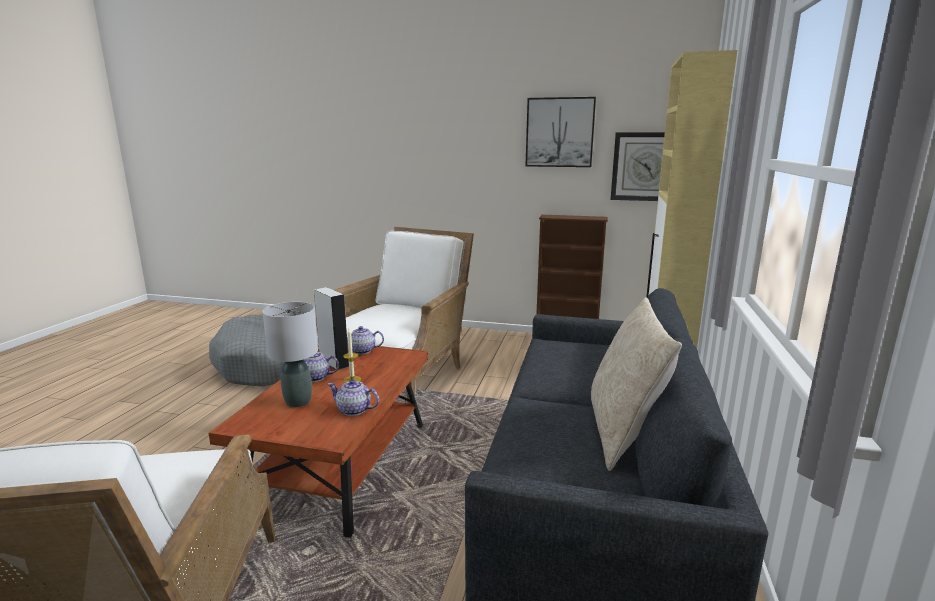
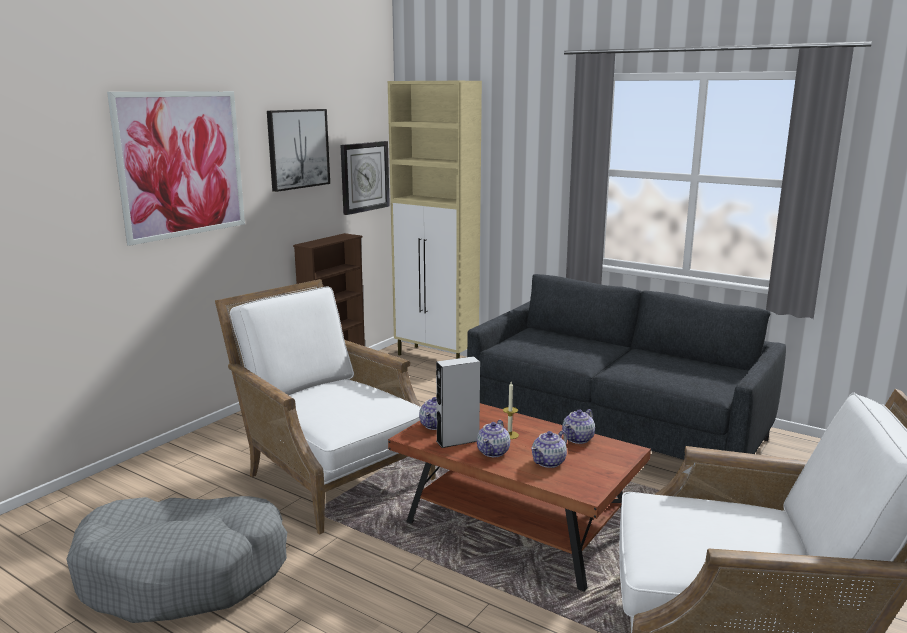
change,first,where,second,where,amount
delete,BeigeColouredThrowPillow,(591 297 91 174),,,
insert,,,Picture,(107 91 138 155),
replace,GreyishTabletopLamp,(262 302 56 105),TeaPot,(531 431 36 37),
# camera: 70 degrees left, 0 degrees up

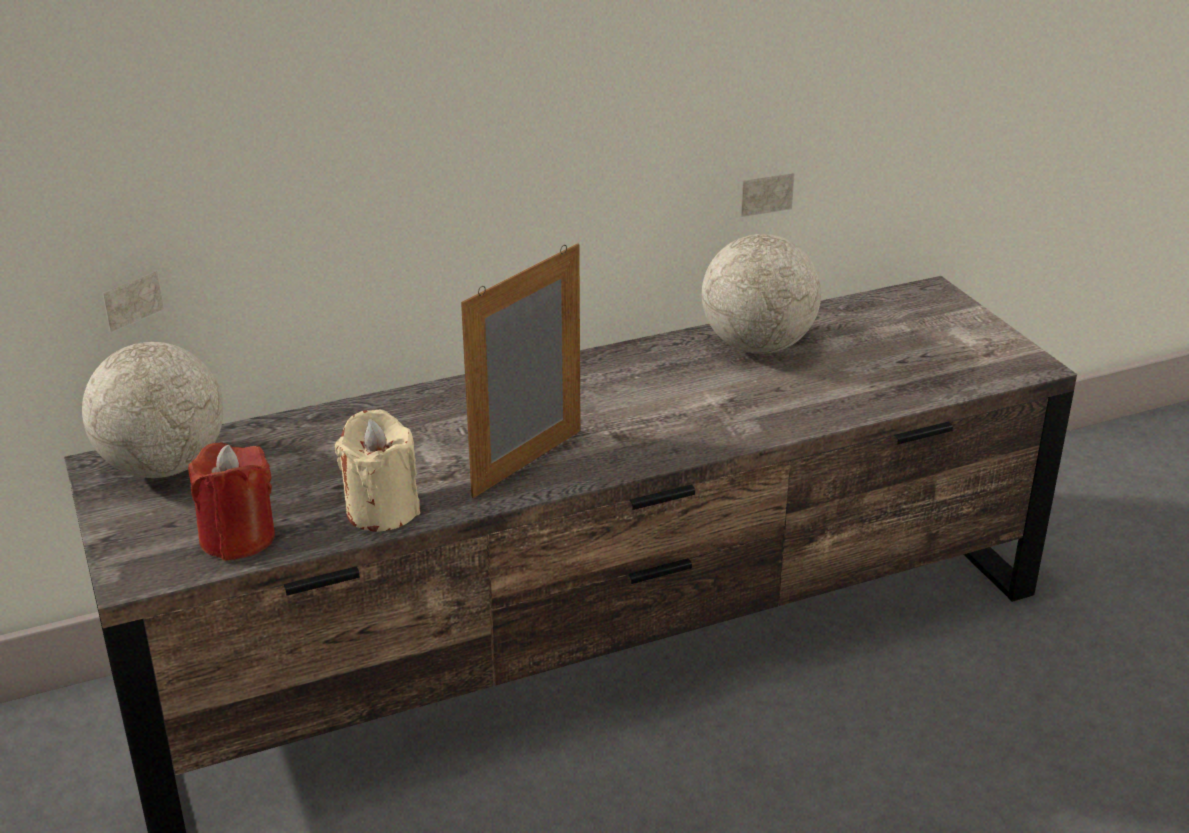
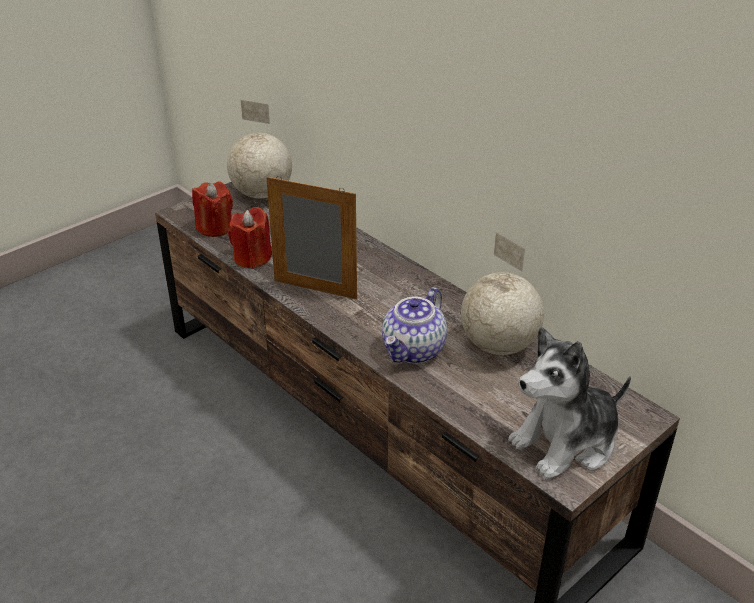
change,first,where,second,where,amount
insert,,,TeaPot,(382 287 65 77),
insert,,,PlushToy,(508 327 123 153),
recolor,BeigeColouredWaxLight,(335 409 85 123),RedColouredWaxLight,(228 207 44 62),
# camera: 70 degrees right, 5 degrees up

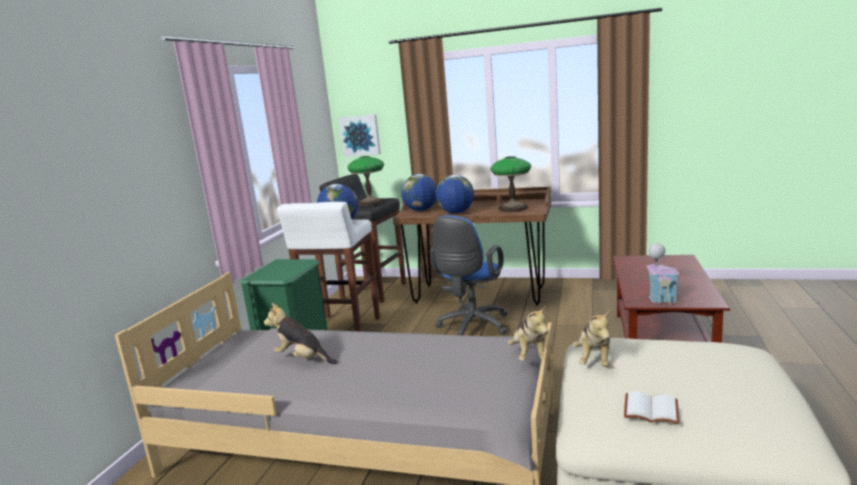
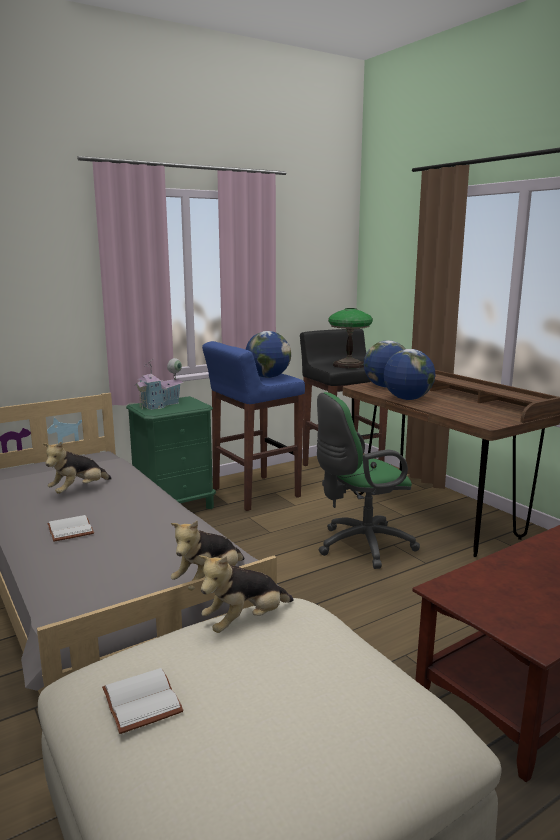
change,first,where,second,where,amount
delete,Picture,(338 115 43 42),,,
delete,TabletopLamp,(491 156 40 56),,,
insert,,,WhiteColouredBoundBook,(47 515 47 27),
move,ToyHouse,(647 243 32 62),,(134 358 50 52),
recolor,WhiteColouredSittingStool,(277 202 103 129),BlueColouredSittingStool,(202 341 103 170),
recolor,BlueColouredComputerChair,(429 215 78 120),GreenishComputerChair,(317 392 103 177),
rotate,PlushToy,(264 303 73 61),,(43 442 69 51),120 degrees counterclockwise
# camera: 40 degrees right, 0 degrees up

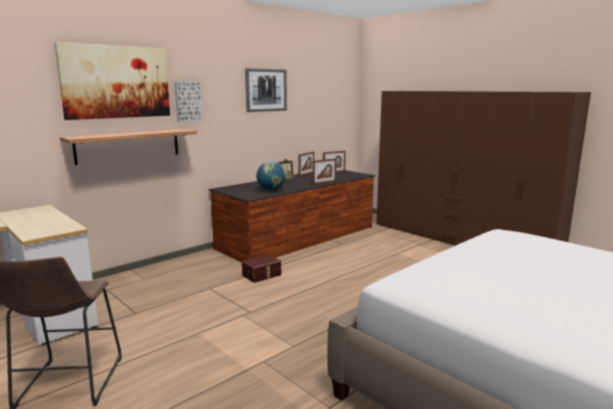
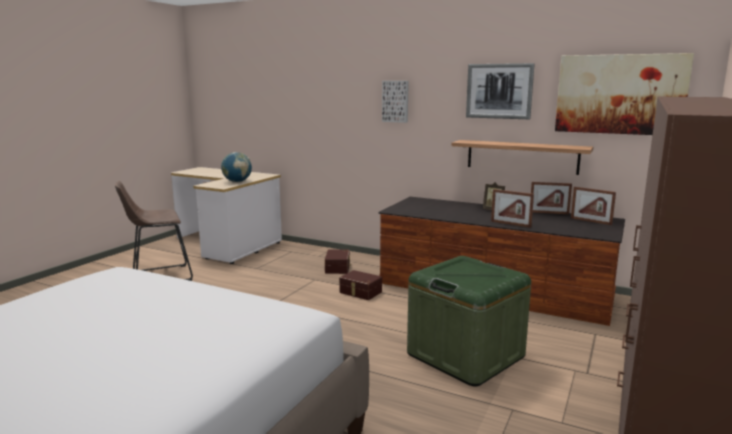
change,first,where,second,where,amount
insert,,,BrownColouredStorageContainer,(325 249 26 25),
insert,,,GreenishStorageContainer,(407 256 124 131),
move,Picture,(54 42 116 78),,(555 53 139 82),
move,WallShelf,(60 129 137 36),,(452 140 141 35),
move,Globe,(256 161 29 30),,(221 152 31 30),
# camera: 70 degrees right, 0 degrees up

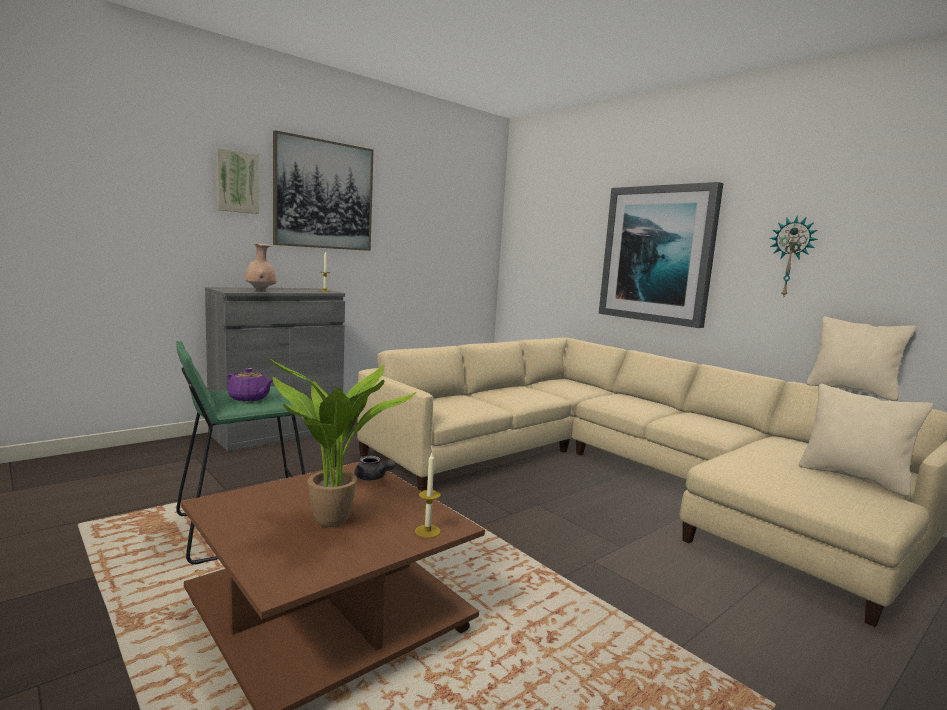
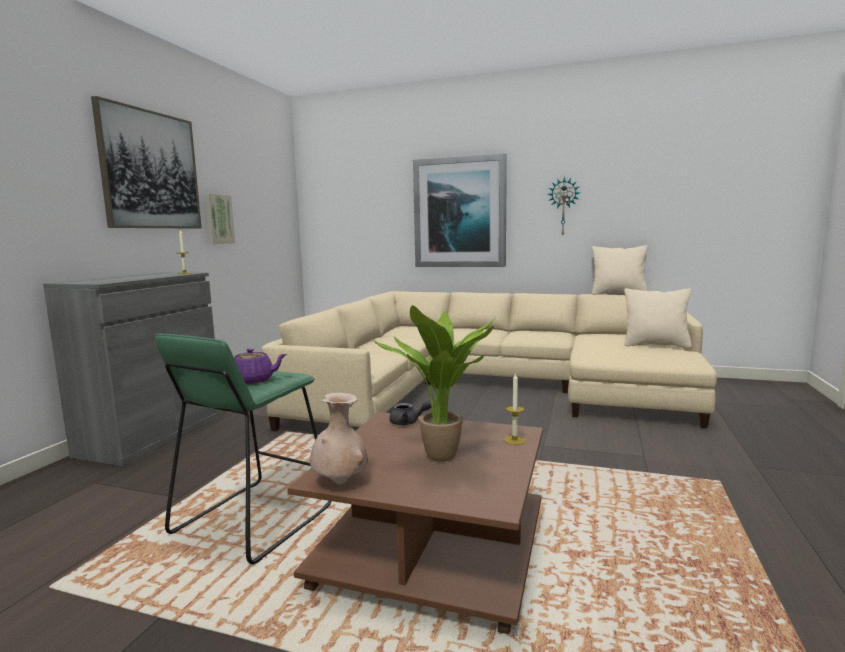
change,first,where,second,where,amount
move,Picture,(216 148 43 66),,(204 193 31 51),
move,BeigeColouredVase,(244 243 33 49),,(310 393 58 91),
# camera: 30 degrees left, 0 degrees up

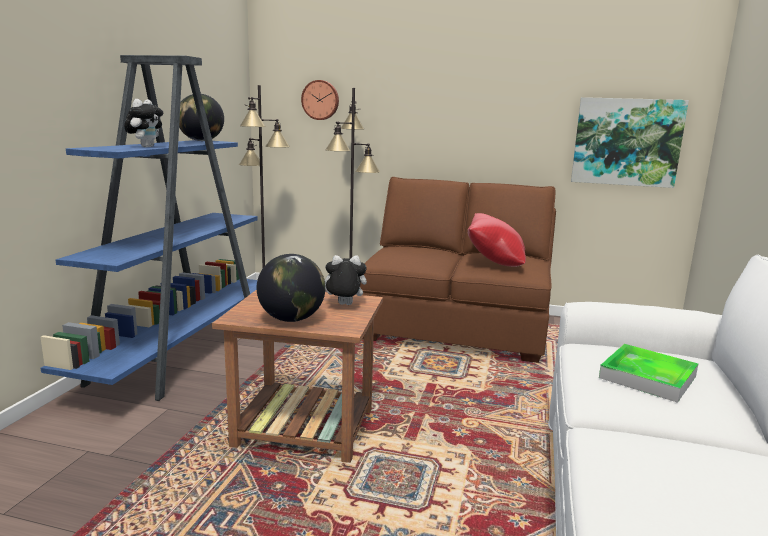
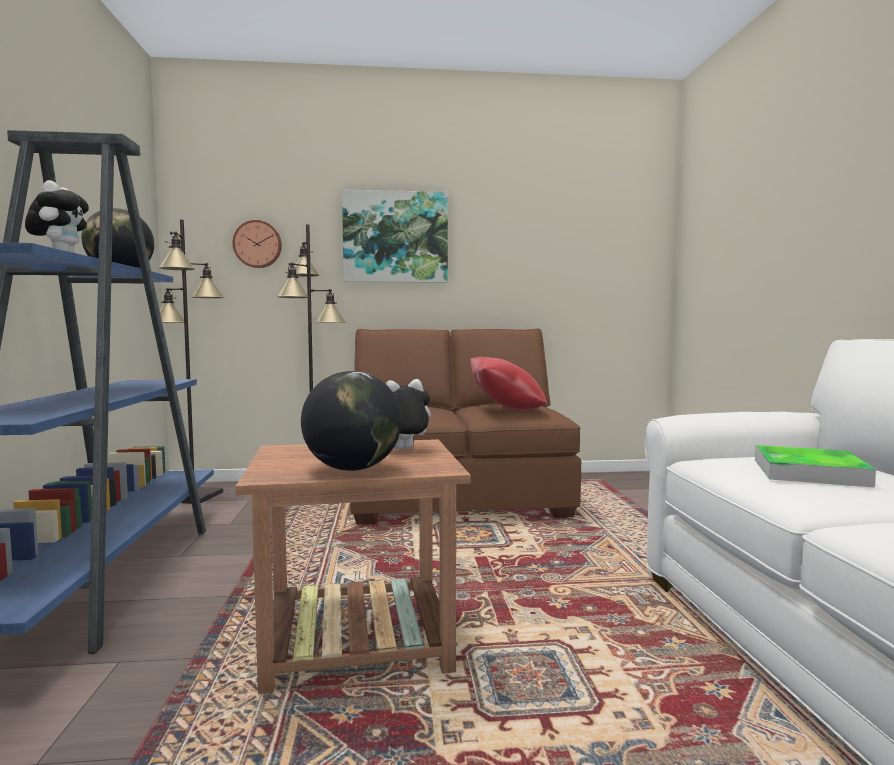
change,first,where,second,where,amount
move,Picture,(571 97 118 91),,(342 189 106 94),
# camera: 20 degrees left, 10 degrees down

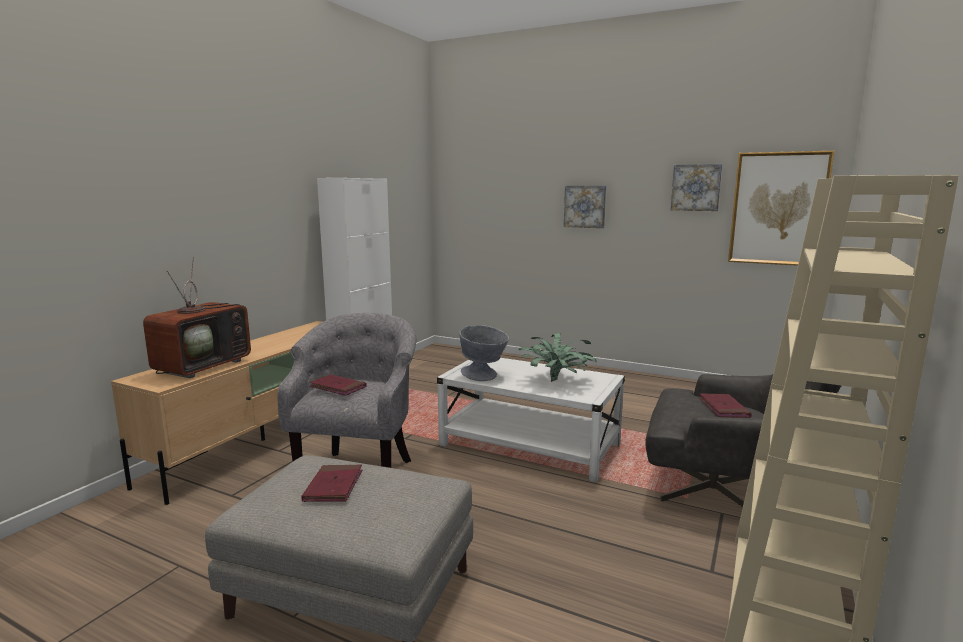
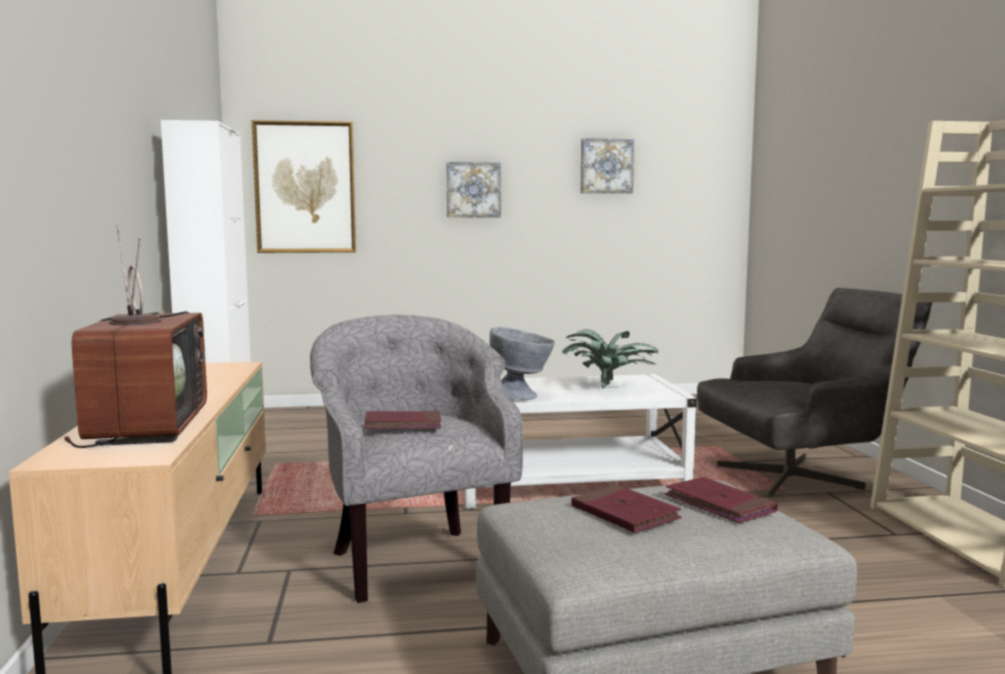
change,first,where,second,where,amount
move,RedColouredBoundBook,(699 393 53 25),,(665 477 113 46),
move,Picture,(728 151 106 115),,(252 120 104 133),
# camera: 35 degrees left, 5 degrees down

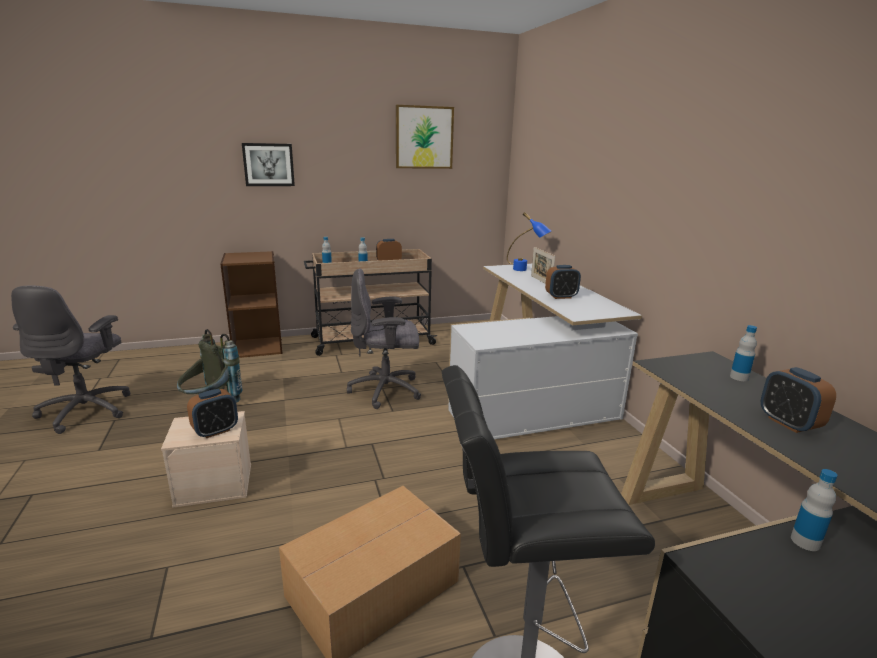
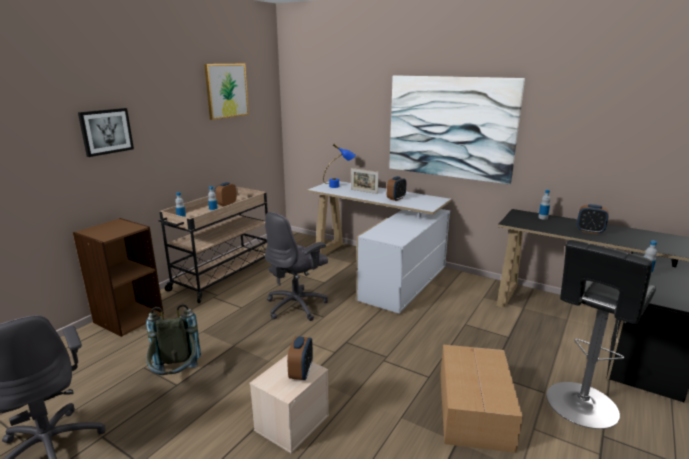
change,first,where,second,where,amount
insert,,,Picture,(389 75 136 110),
# camera: 40 degrees left, 0 degrees up

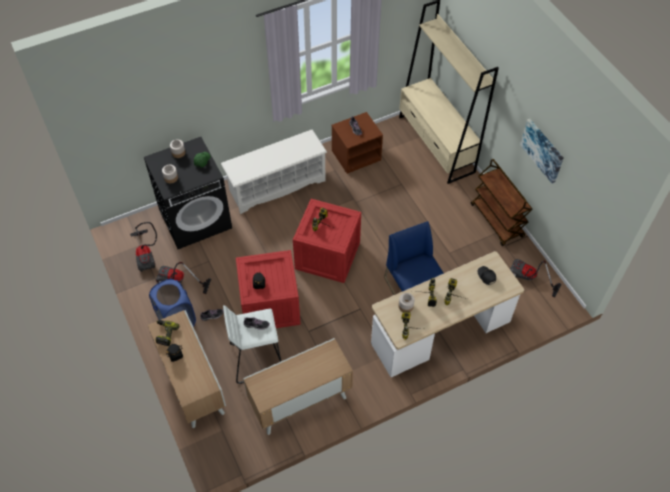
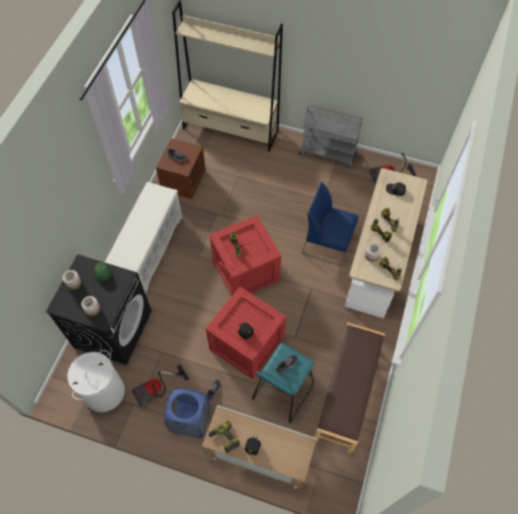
change,first,where,second,where,amount
delete,Picture,(520 119 44 65),,,
replace,Hoover,(130 222 27 50),WhiteColouredLaundryBasket,(67 350 58 62),
replace,Cupboard,(243 338 110 97),BrownColouredBench,(314 323 71 131),
recolor,WhiteColouredSittingStool,(223 305 58 79),TurquoiseSittingStool,(252 343 62 80),
recolor,BrownColouredWheeledCart,(471 159 62 87),GreyishWheeledCart,(299 105 63 62),
# camera: 45 degrees left, 5 degrees up

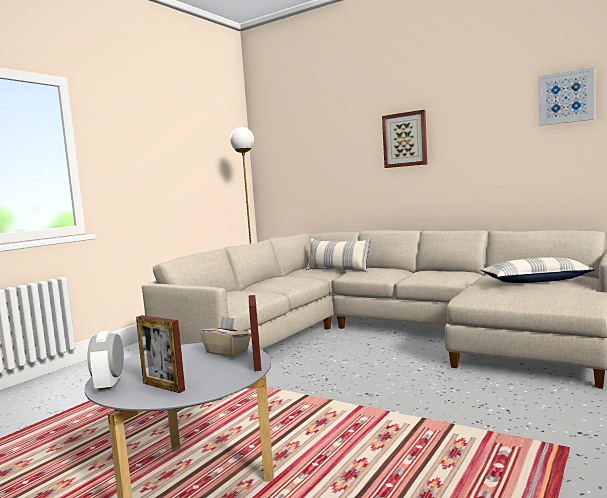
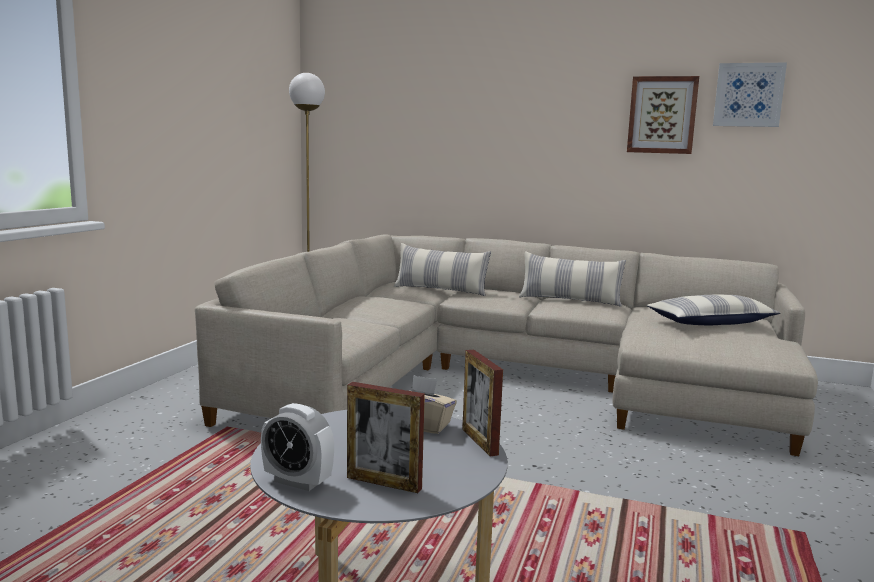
change,first,where,second,where,amount
insert,,,ThrowPillow,(519 251 107 56),
move,Picture,(382 110 45 58),,(627 76 72 78),
rotate,BedsideClock,(88 331 36 61),,(261 403 73 88),45 degrees counterclockwise
# camera: 15 degrees left, 5 degrees up

